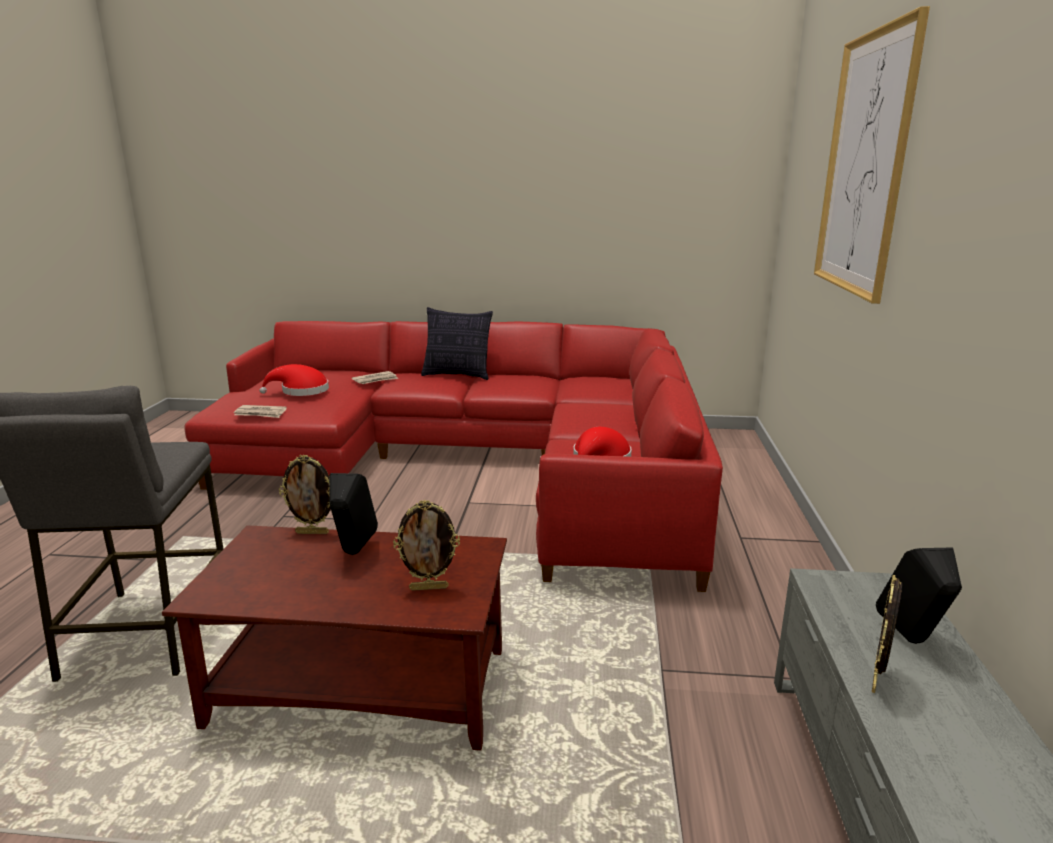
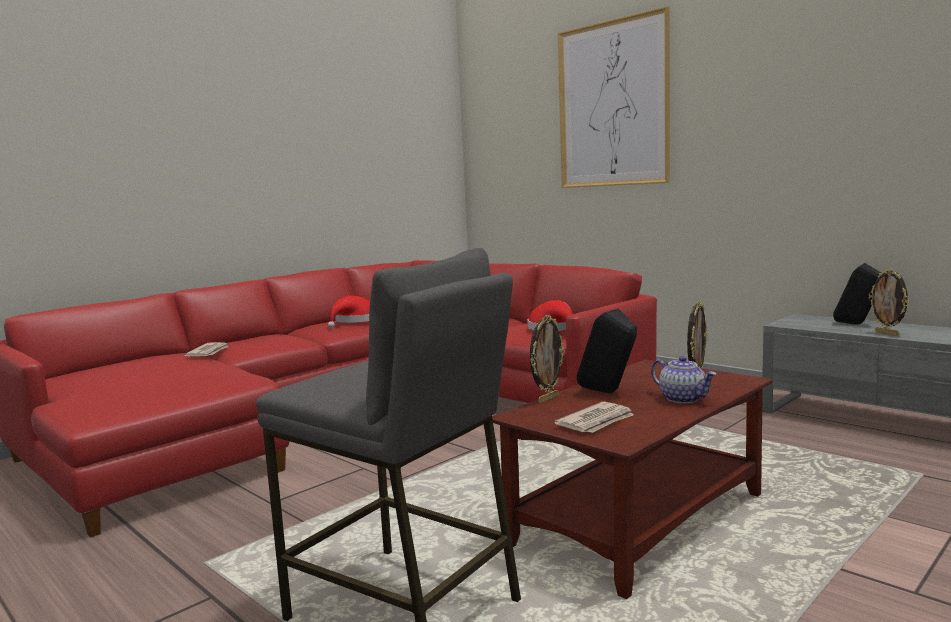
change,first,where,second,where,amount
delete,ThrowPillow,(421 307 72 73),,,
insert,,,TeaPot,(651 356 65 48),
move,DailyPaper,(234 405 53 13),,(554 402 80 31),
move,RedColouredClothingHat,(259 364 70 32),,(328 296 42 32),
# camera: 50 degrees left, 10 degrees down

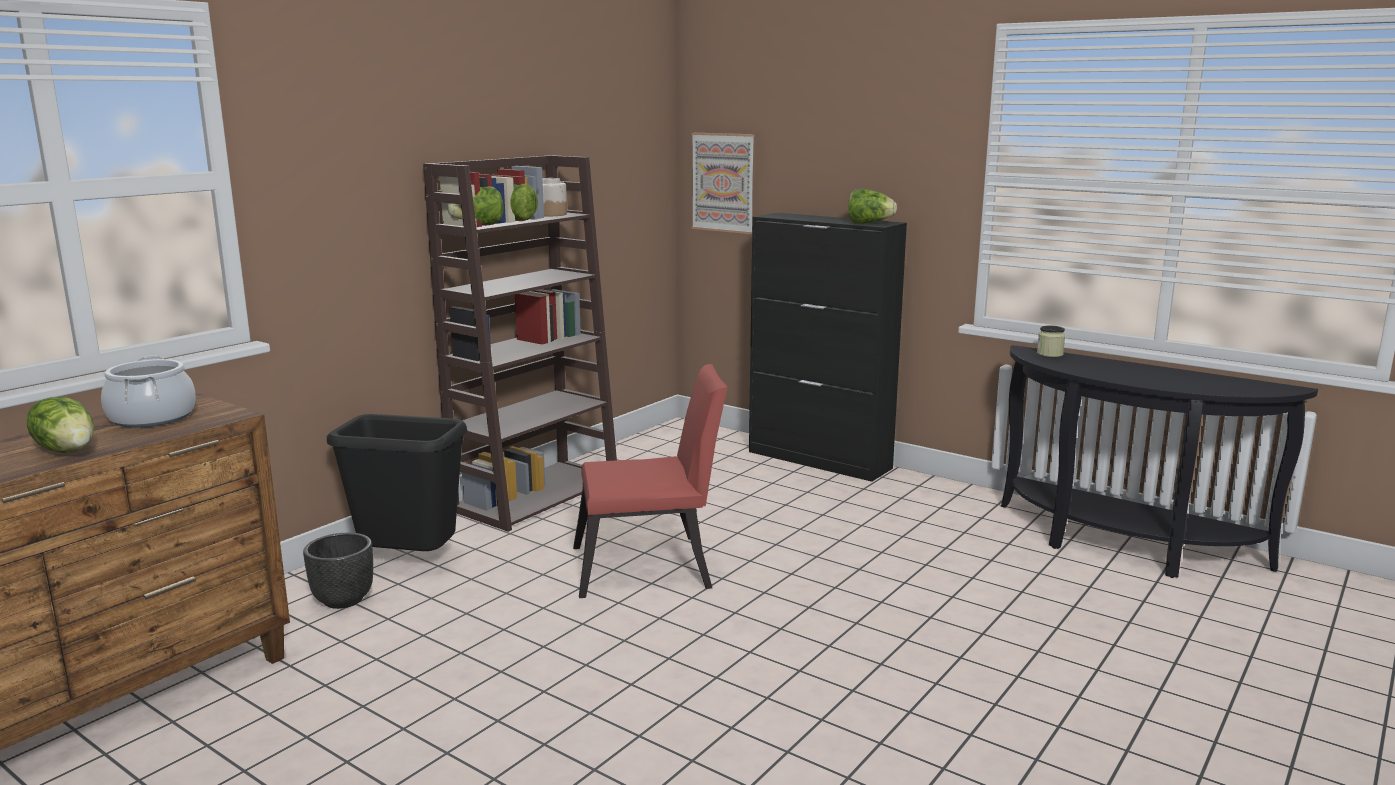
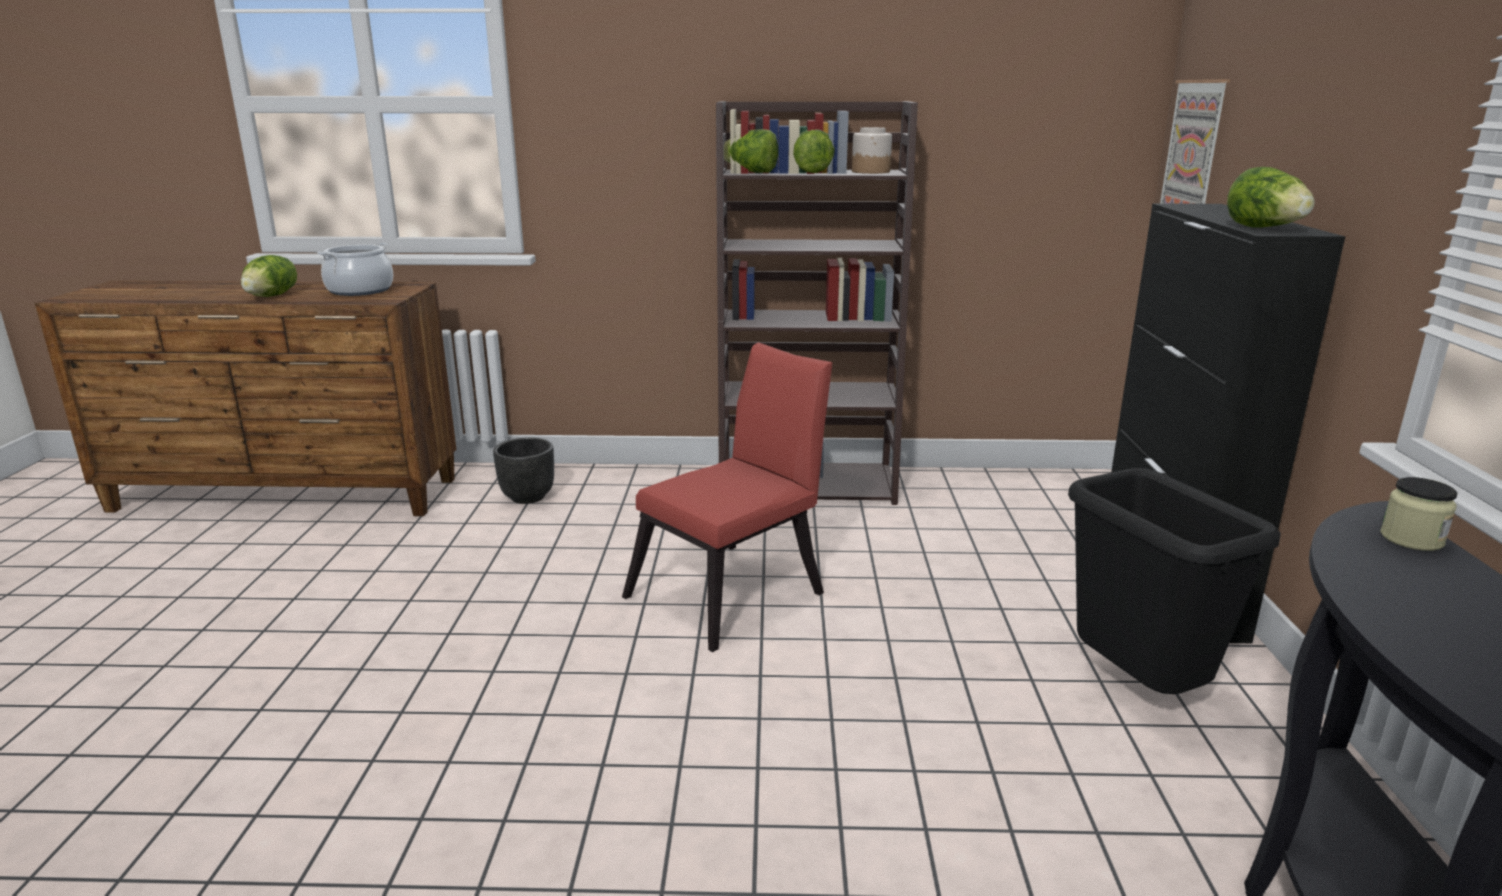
change,first,where,second,where,amount
move,BlackTrashCan,(327 414 140 137),,(1068 468 213 226),
rotate,RedColouredUprightChair,(573 364 154 234),,(622 343 211 309),90 degrees counterclockwise
# camera: 55 degrees right, 5 degrees up

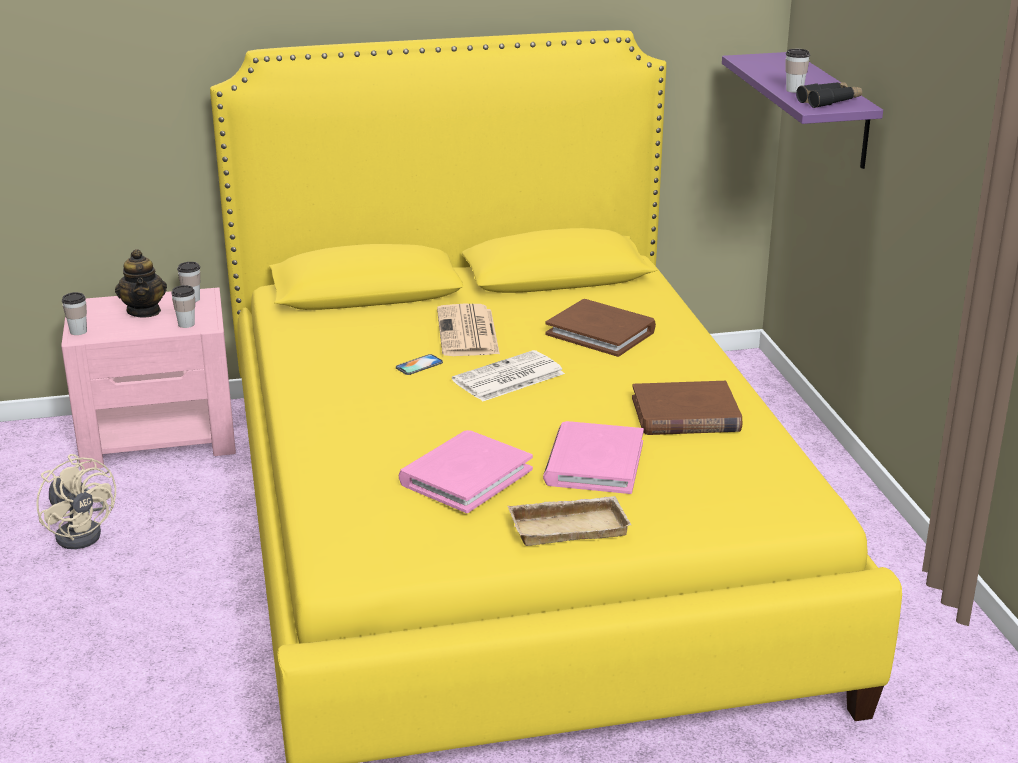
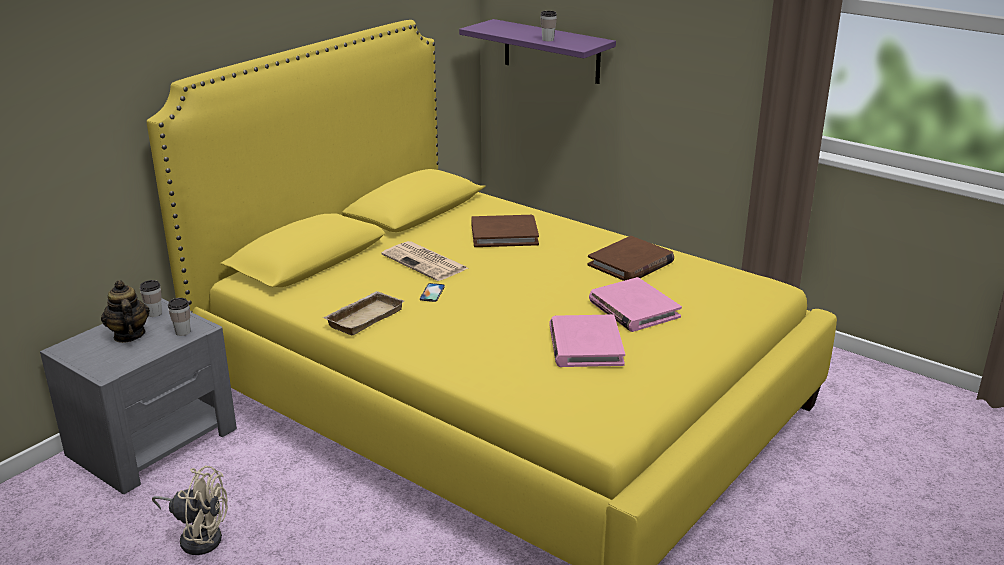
change,first,where,second,where,amount
delete,Cup,(62 292 25 43),,,
delete,DailyPaper,(452 350 113 51),,,
delete,BlackBinoculars,(796 82 66 26),,,
move,BeigeColouredCarryingTray,(508 496 123 50),,(322 291 82 44),
recolor,PinkishBedsideTable,(61 287 175 183),GreyishBedsideTable,(40 299 197 195),
rotate,TeaPot,(115 249 52 69),,(101 280 49 63),150 degrees counterclockwise
# camera: 40 degrees left, 0 degrees up

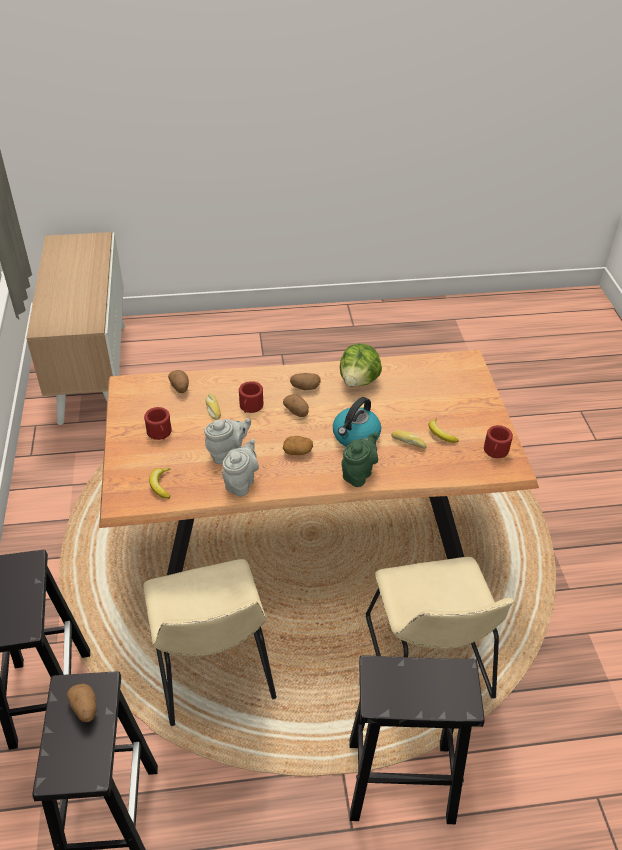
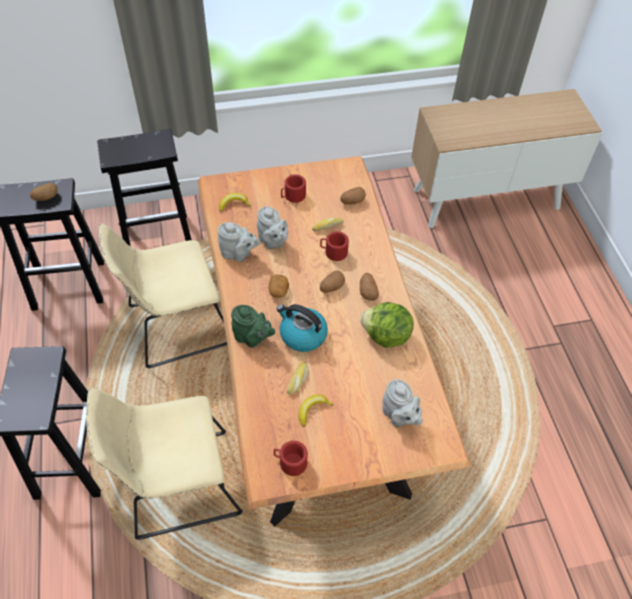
change,first,where,second,where,amount
insert,,,GreyishTeaPot,(382 379 41 48),
# camera: 85 degrees right, 10 degrees up

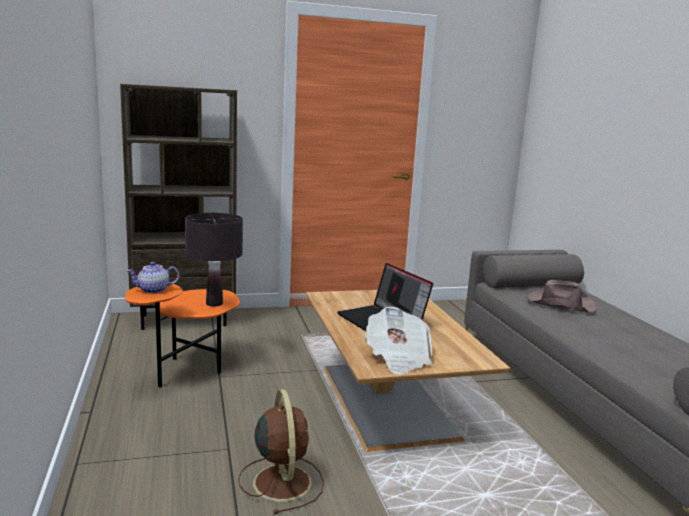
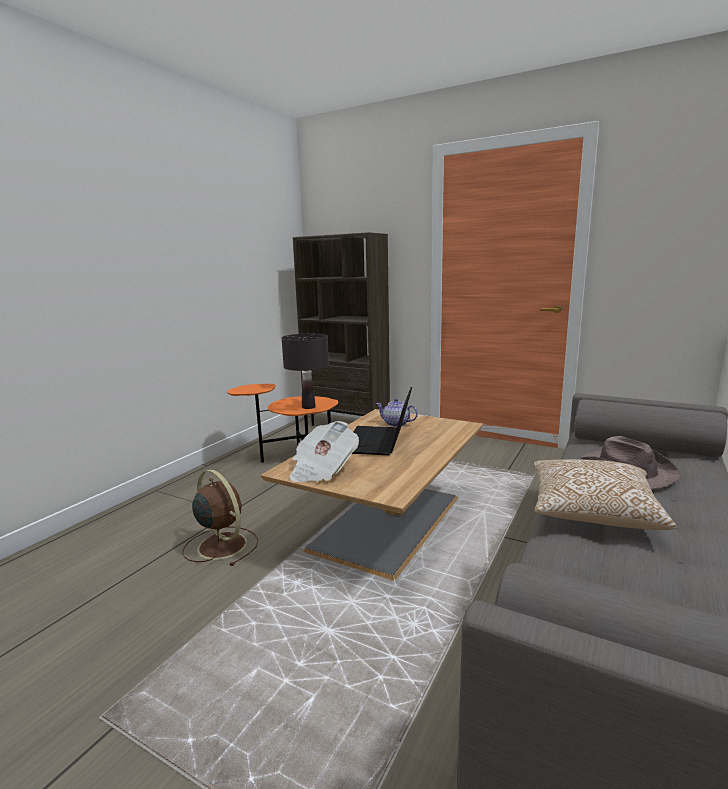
change,first,where,second,where,amount
insert,,,ThrowPillow,(534 459 142 71),
move,TeaPot,(126 262 53 32),,(376 399 42 28),
rotate,BrownColouredElectricFan,(238 389 86 125),,(182 470 76 96),75 degrees counterclockwise
# camera: 45 degrees right, 0 degrees up

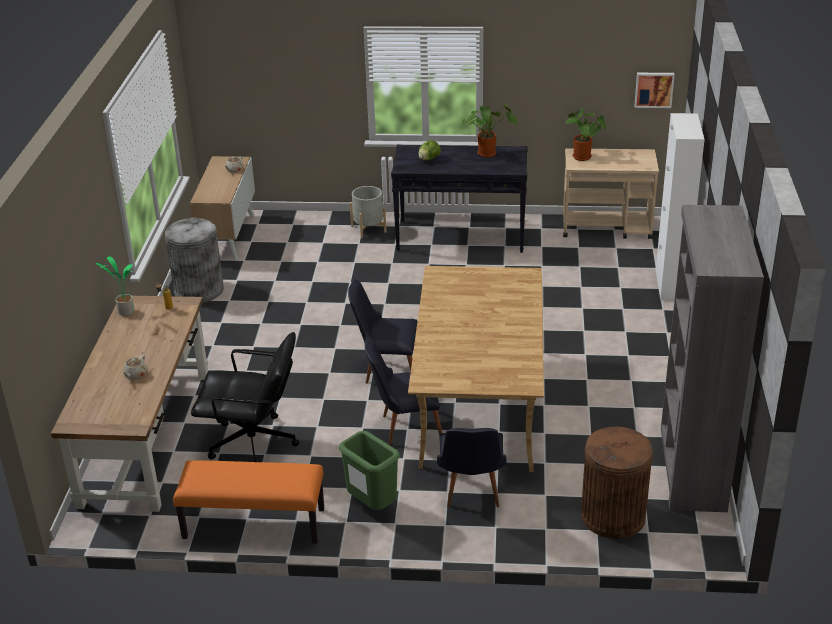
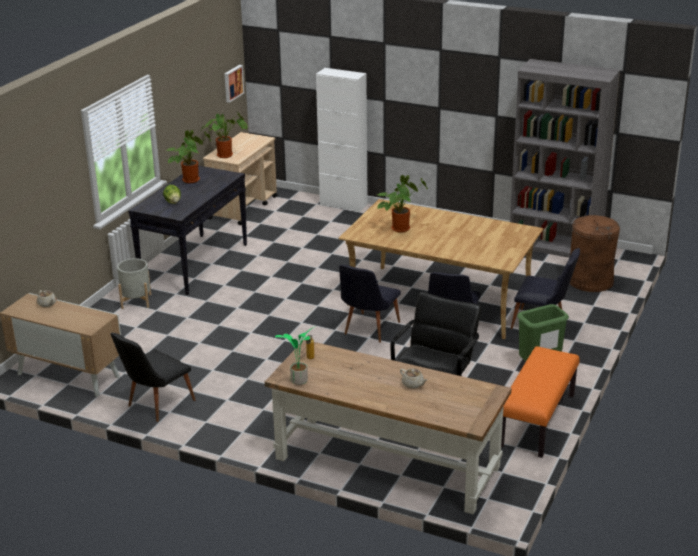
change,first,where,second,where,amount
insert,,,PlantInAPot,(377 175 51 58),
replace,GreyishTrashCan,(165 217 59 86),BlackUprightChair,(110 333 85 89),
# camera: 70 degrees left, 5 degrees down

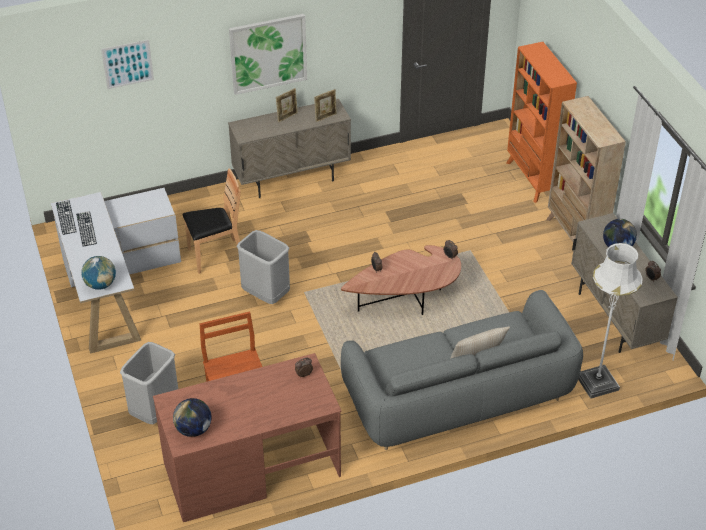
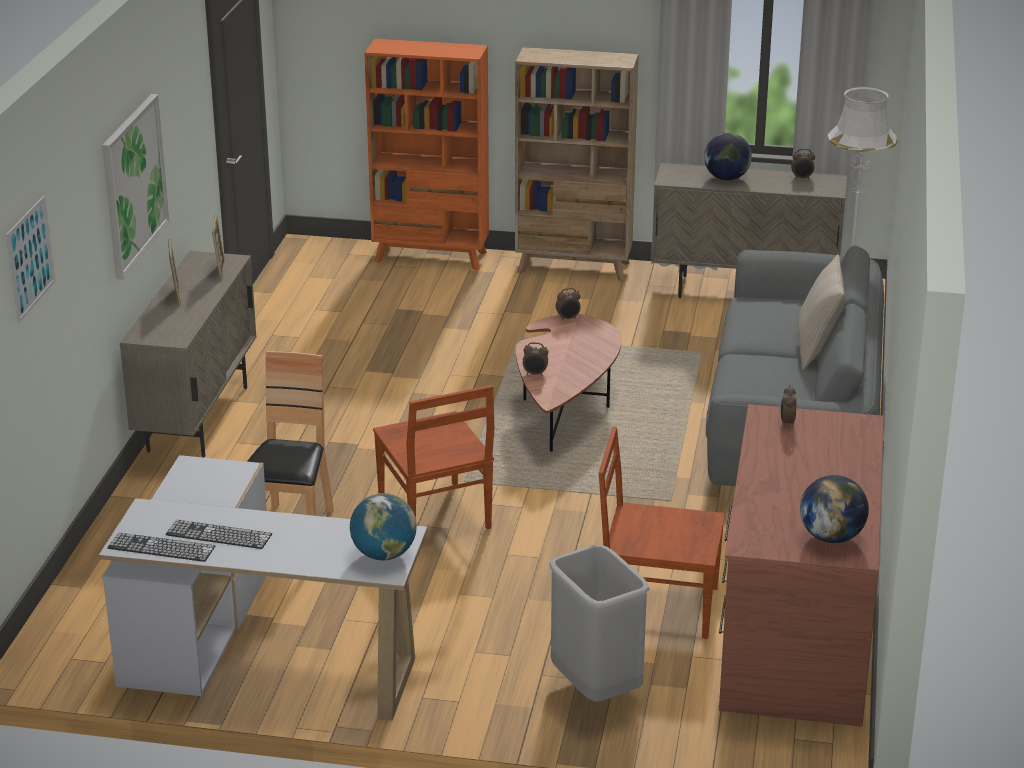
change,first,where,second,where,amount
replace,GreyishTrashCan,(237 230 53 74),BrownColouredUprightChair,(373 385 121 145),
# camera: 60 degrees left, 15 degrees down

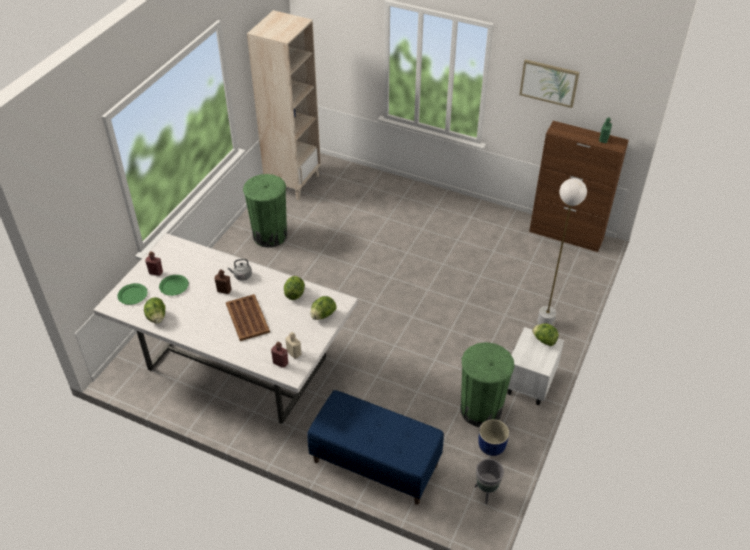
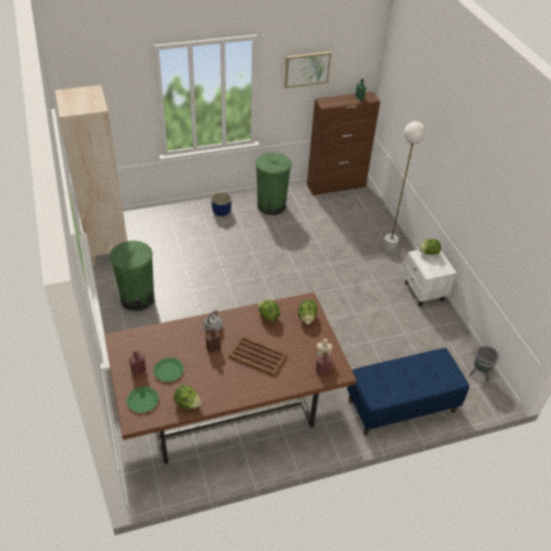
change,first,where,second,where,amount
move,GreenishTrashCan,(460 342 55 85),,(256 153 36 62),
move,BlueColouredPlanter,(478 419 31 37),,(211 192 21 24),
recolor,WhiteColouredDinnerTable,(93 233 265 191),BrownColouredDinnerTable,(104 292 253 172),
# camera: 45 degrees left, 0 degrees up

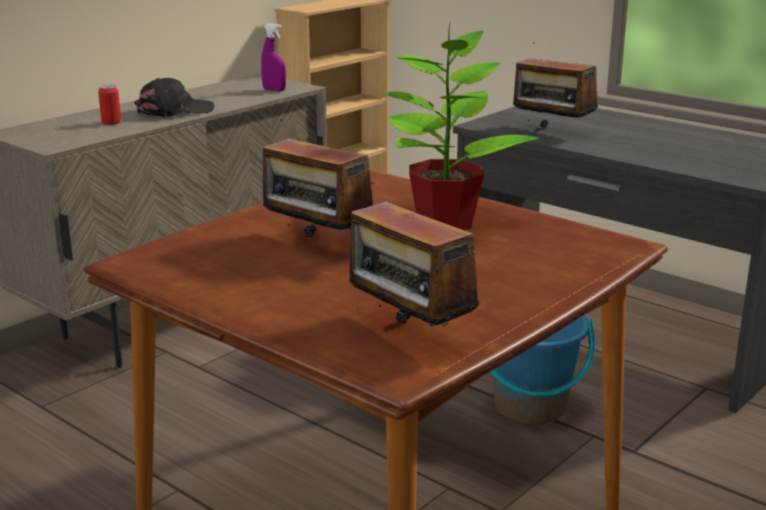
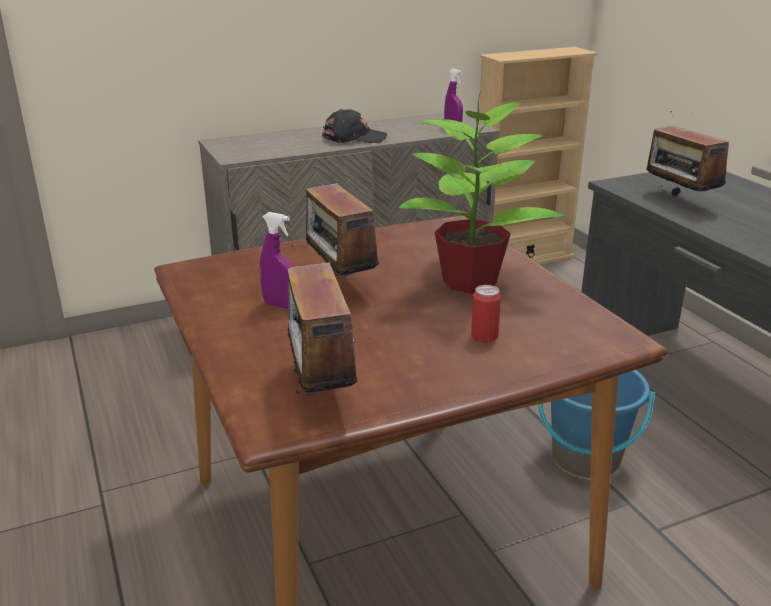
change,first,where,second,where,amount
insert,,,PurpleSprayer,(260 212 34 98),
move,MetalCan,(98 85 23 40),,(471 285 30 58),
# camera: 25 degrees right, 5 degrees up

